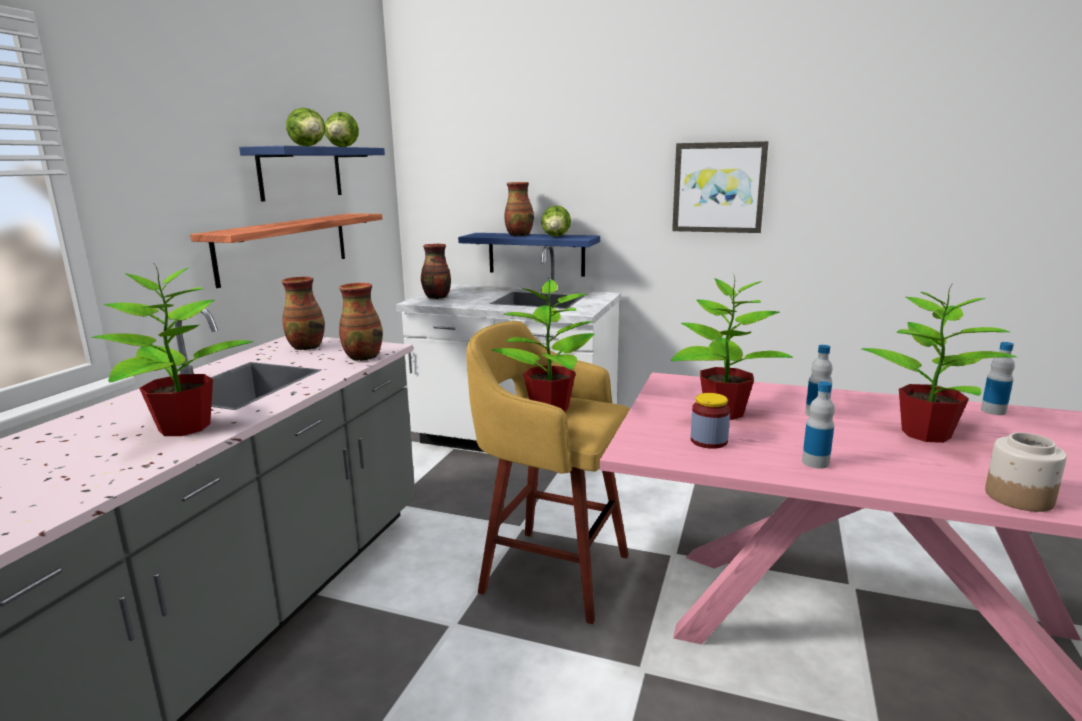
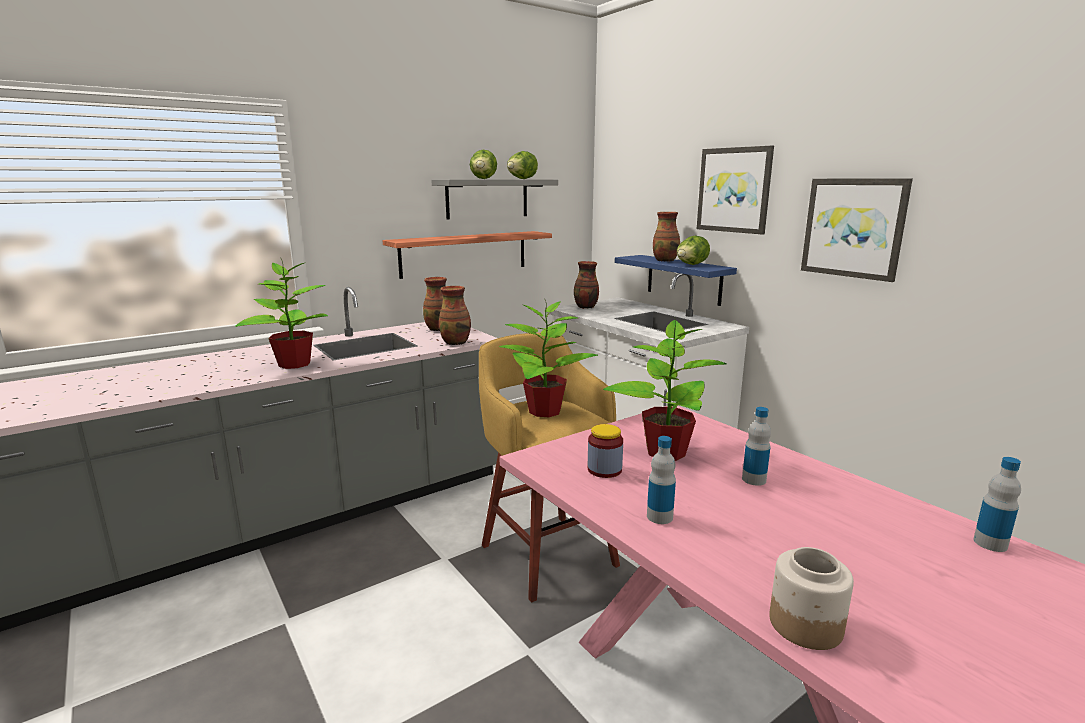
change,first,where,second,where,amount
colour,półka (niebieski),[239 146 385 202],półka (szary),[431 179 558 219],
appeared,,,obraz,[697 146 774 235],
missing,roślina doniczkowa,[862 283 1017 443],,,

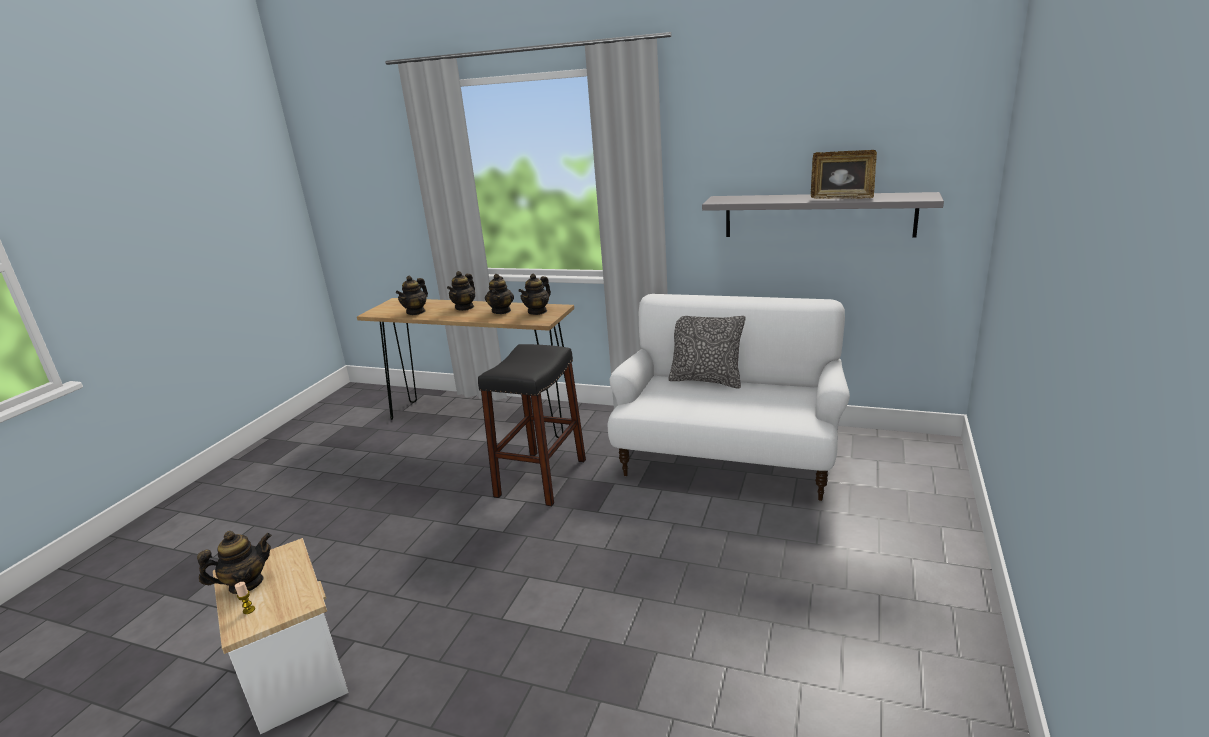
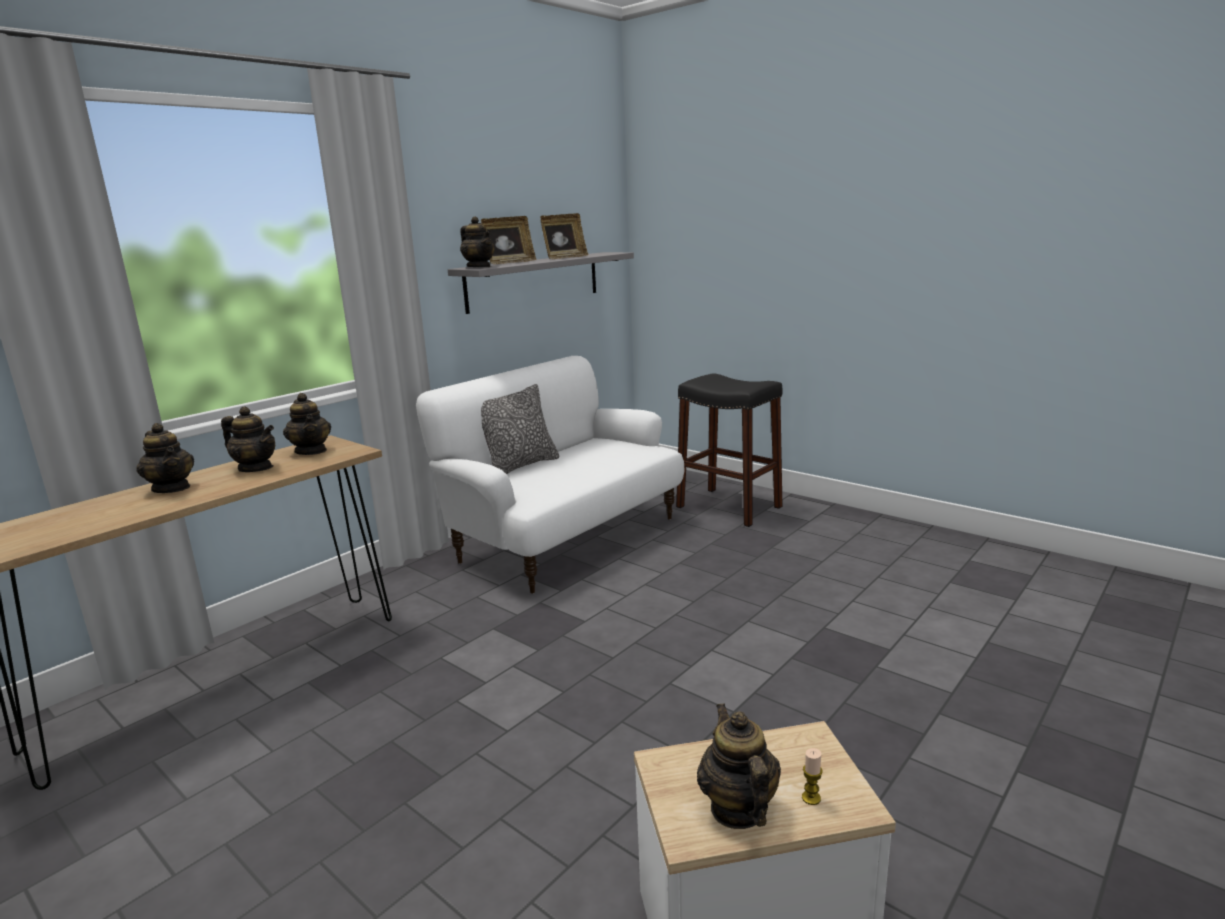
change,first,where,second,where,amount
relocated,imbryk,[396 276 428 315],,[460 216 494 267],
appeared,,,ramka na zdjęcie,[481 216 536 264],
relocated,stołek (czarny),[478 344 586 506],,[676 373 783 527],

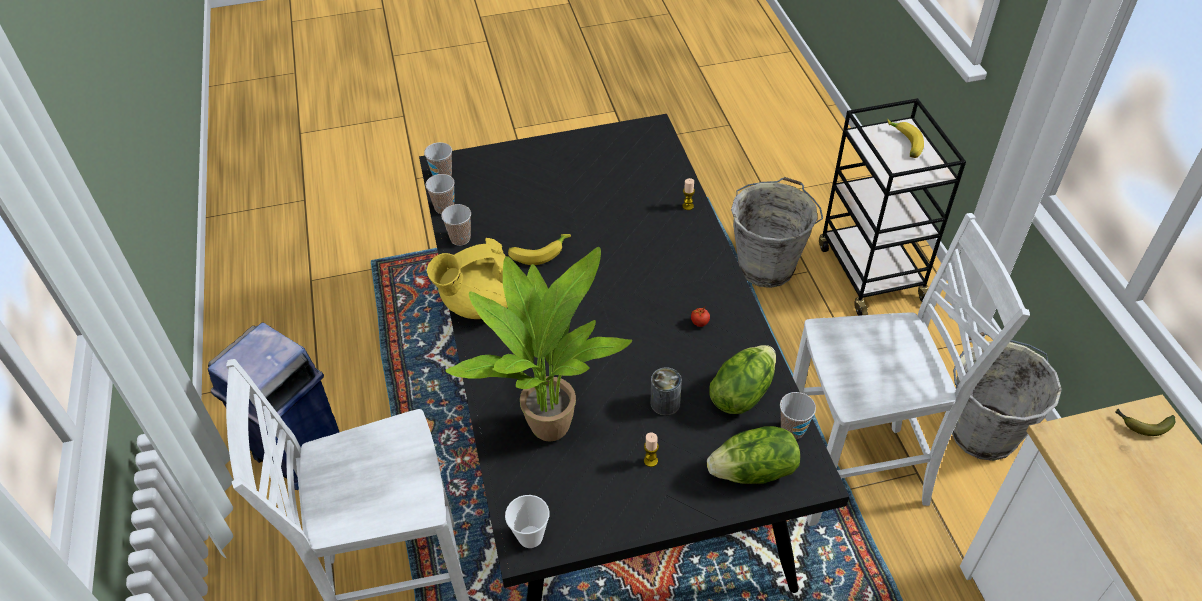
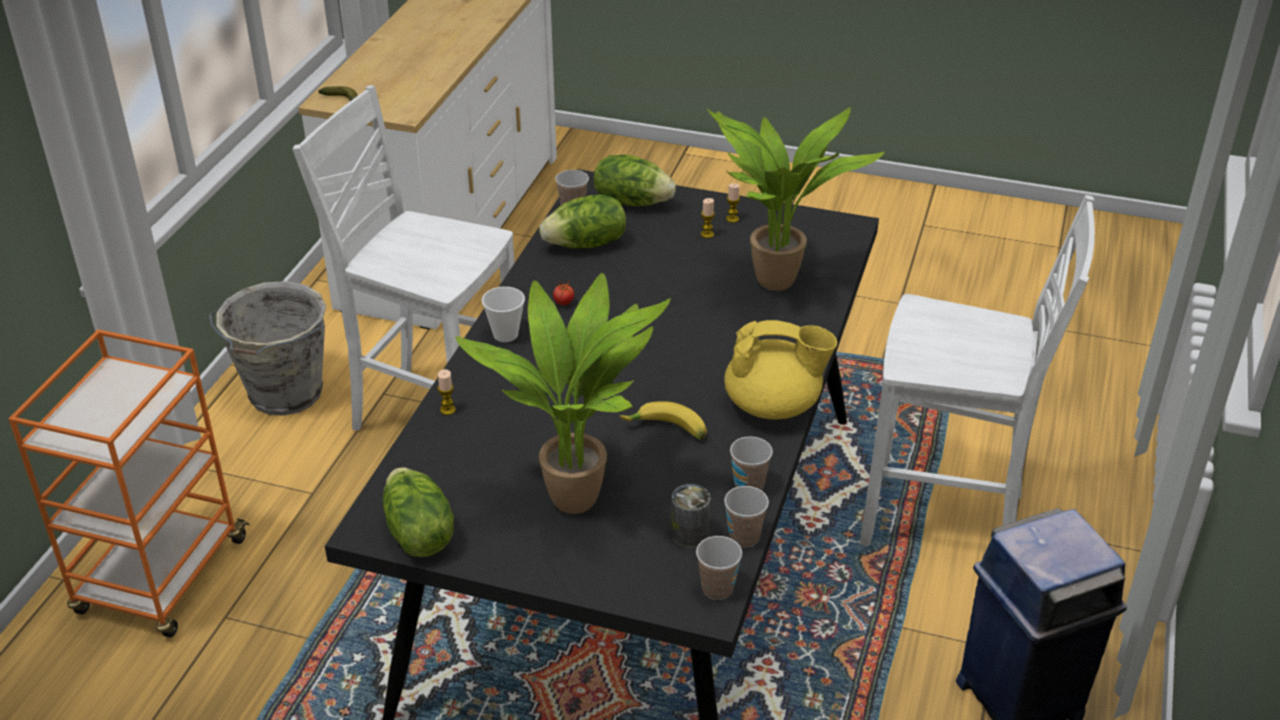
change,first,where,second,where,amount
colour,wózek (czarny),[819 98 966 316],wózek (pomarańczowy),[8 329 250 638],
appeared,,,sałata,[382 467 454 557],
appeared,,,roślina doniczkowa,[456 273 671 514],
relocated,filiżanka,[505 495 550 548],,[482 287 525 342],
relocated,puszka,[650 367 682 416],,[671 484 710 548],
appeared,,,świeca,[726 183 740 223],
missing,wiadro (szary),[731 177 823 288],,,
missing,banan,[887 119 924 158],,,

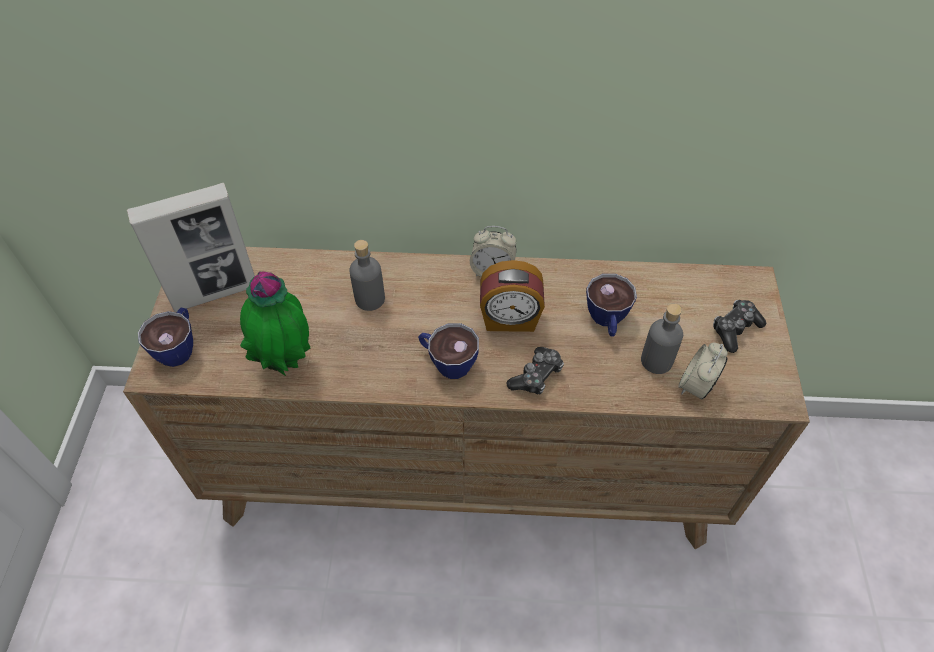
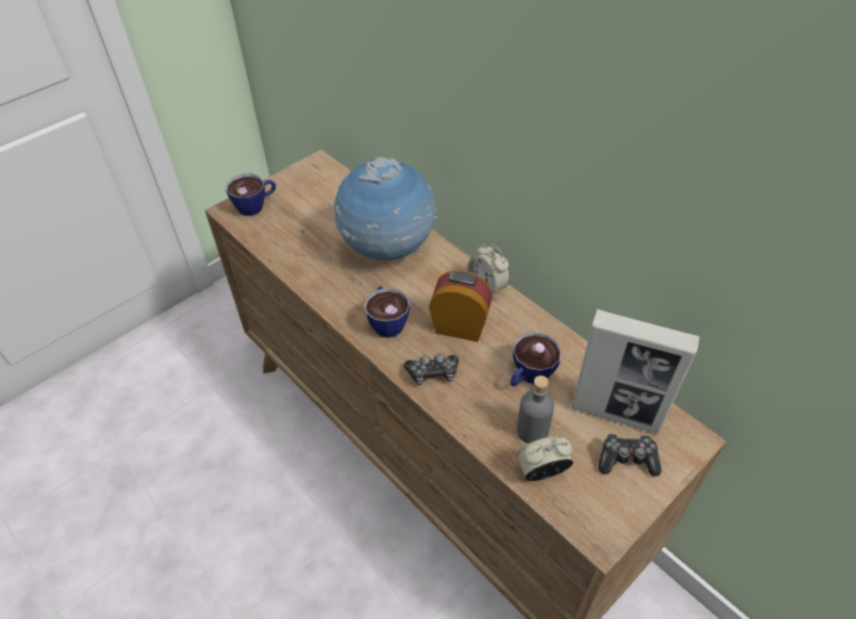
change,first,where,second,where,amount
exchanged,butelka (szary),[349 240 385 311],globus,[334 157 438 260],
spun,budzik,[480 260 545 332],,[429 270 493 342],150 degrees clockwise
relocated,ramka na zdjęcie,[127 183 255 312],,[571 309 699 434],
missing,roślina doniczkowa,[240 271 310 376],,,

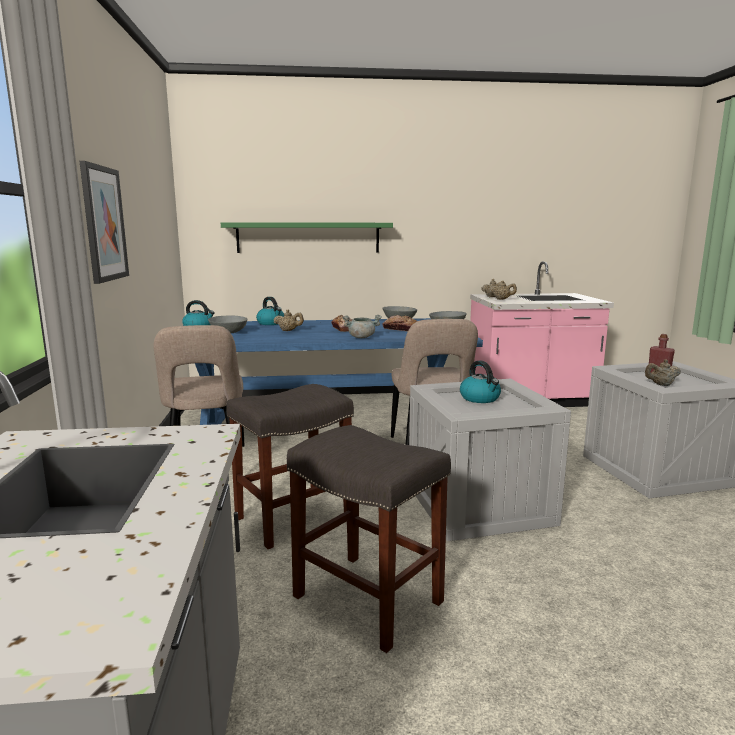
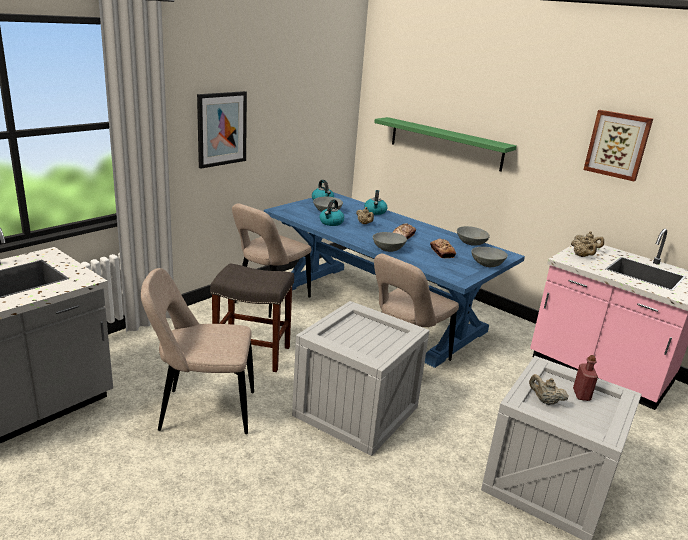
change,first,where,second,where,amount
exchanged,stołek (szary),[287 425 451 653],krzesło (beżowy),[141 268 254 434],
relocated,czajnik,[460 360 501 403],,[320 199 344 226],
exchanged,garnek (szary),[343 315 382 338],miska (szary),[373 232 407 252],
appeared,,,obraz,[583 110 653 181],

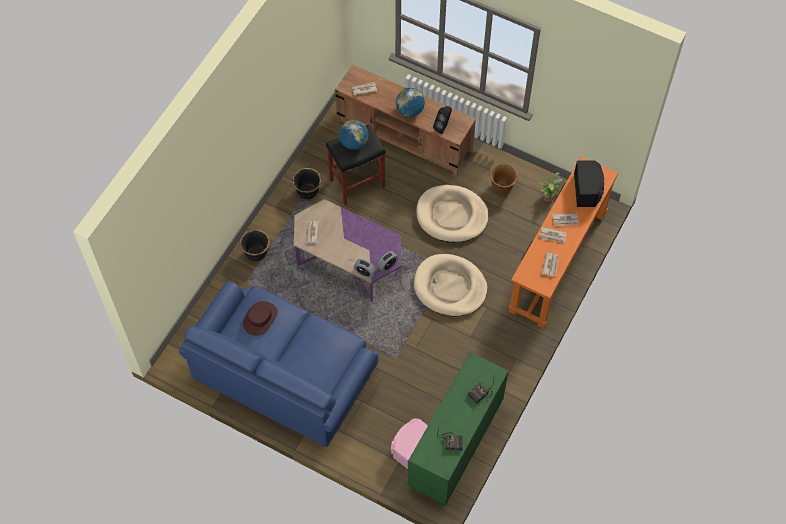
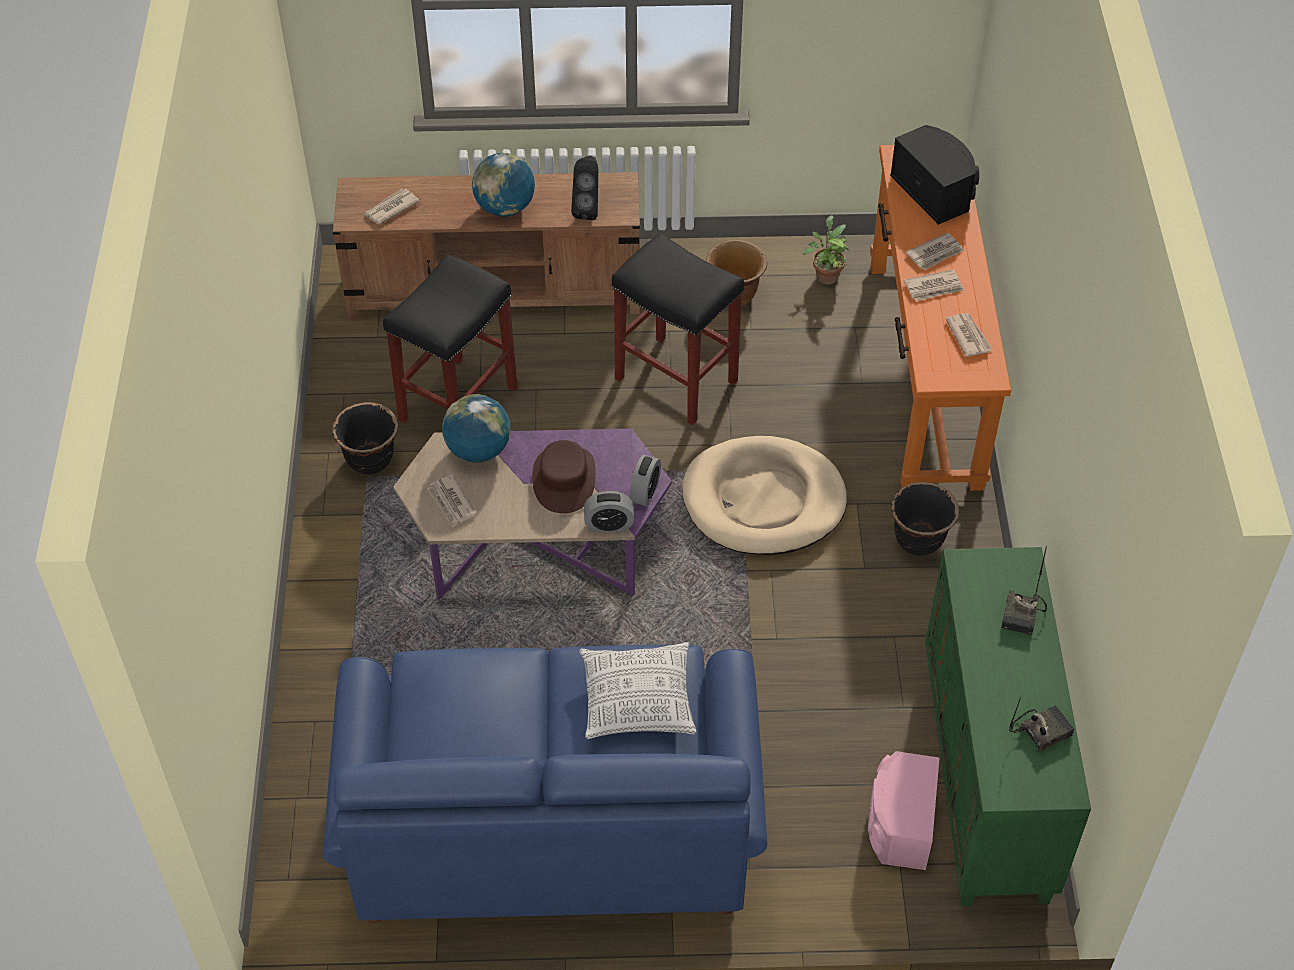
change,first,where,second,where,amount
relocated,globus,[339 120 369 150],,[442 394 510 463],
relocated,kapelusz (brązowy),[243 301 278 336],,[532 440 596 513],
appeared,,,poduszka,[579 642 696 739],
exchanged,legowisko (beżowy),[416 185 489 243],stołek (czarny),[612 233 744 425],
relocated,donica (czarny),[240 230 270 261],,[891 482 959 556],

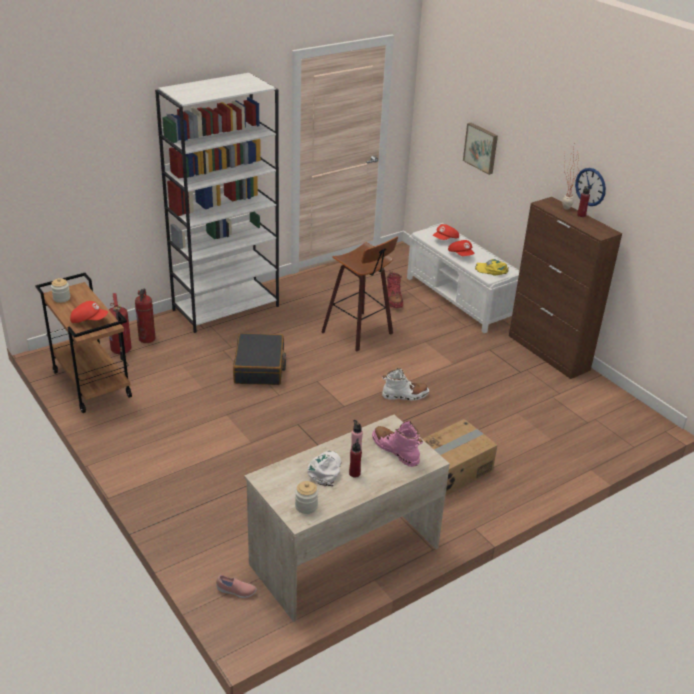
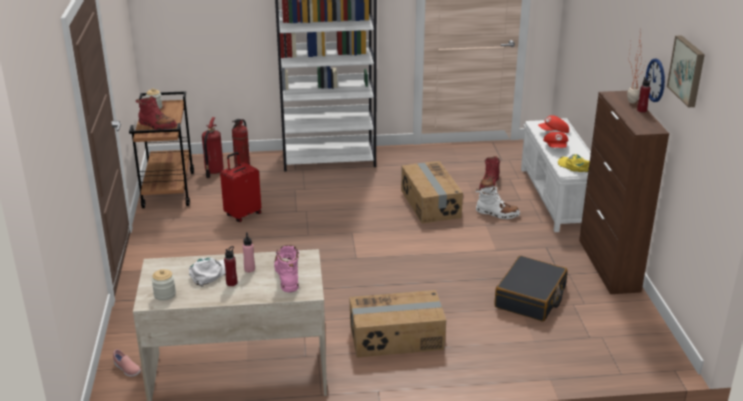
change,first,where,second,where,amount
exchanged,czapka z daszkiem (czerwony),[70 301 108 323],but z cholewką (czerwony),[135 96 177 130],
appeared,,,walizka (czerwony),[220 152 261 222],
exchanged,stołek,[321 237 398 352],karton,[401 161 463 223],
relocated,but z cholewką (biały),[382 368 429 400],,[476 186 520 219],
relocated,walizka (czarny),[233 333 286 385],,[494 256 568 322],
relocated,obraz,[463 123 498 175],,[667 35 705 107],

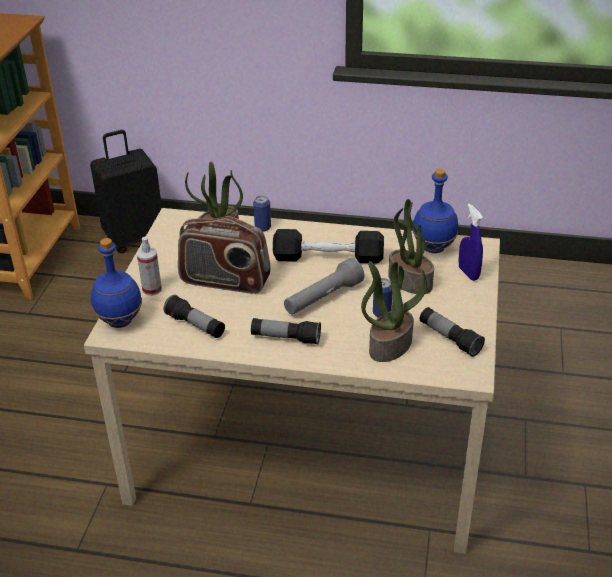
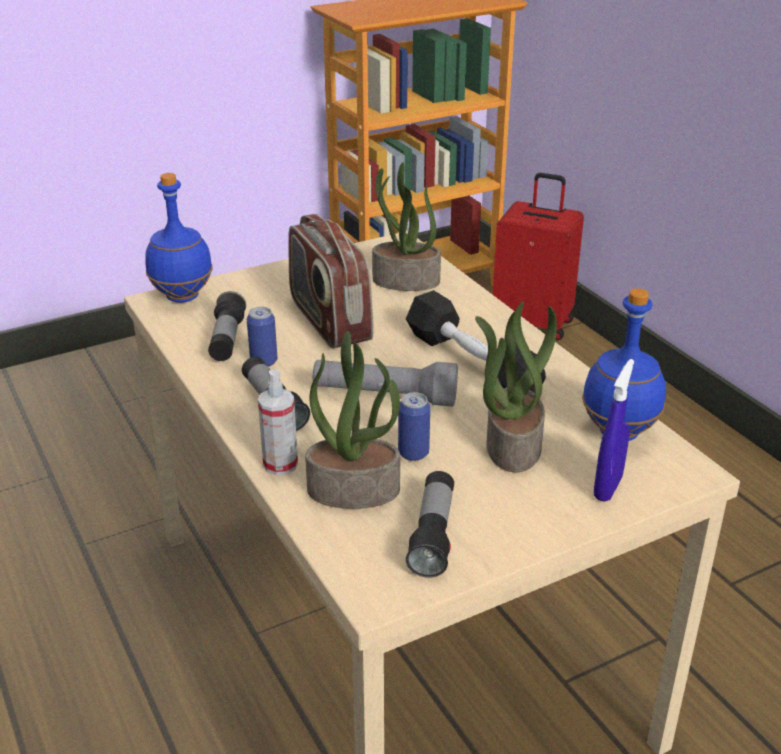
change,first,where,second,where,amount
relocated,puszka,[253 195 271 232],,[247 306 277 367],
relocated,spryskiwacz,[137 237 162 296],,[258 369 298 475],
colour,walizka (czarny),[90 130 162 253],walizka (czerwony),[493 173 584 340],

